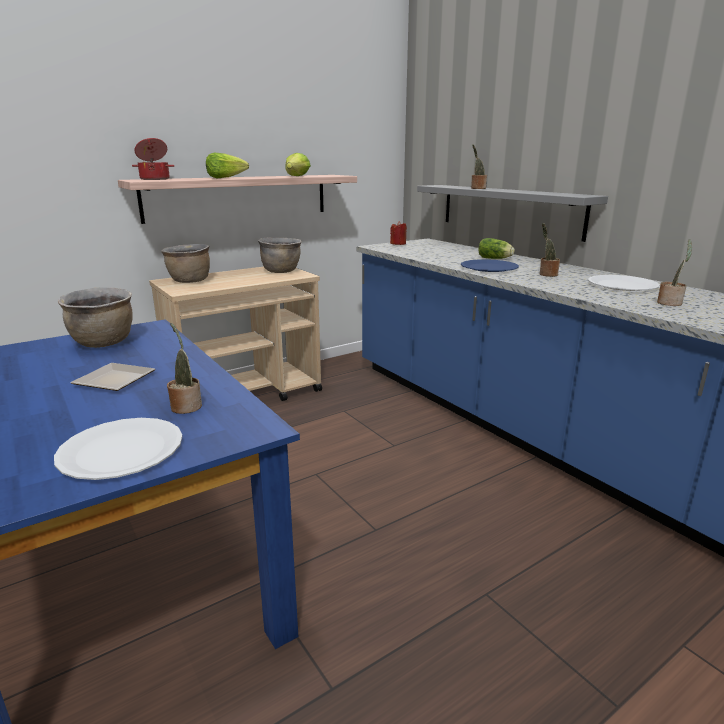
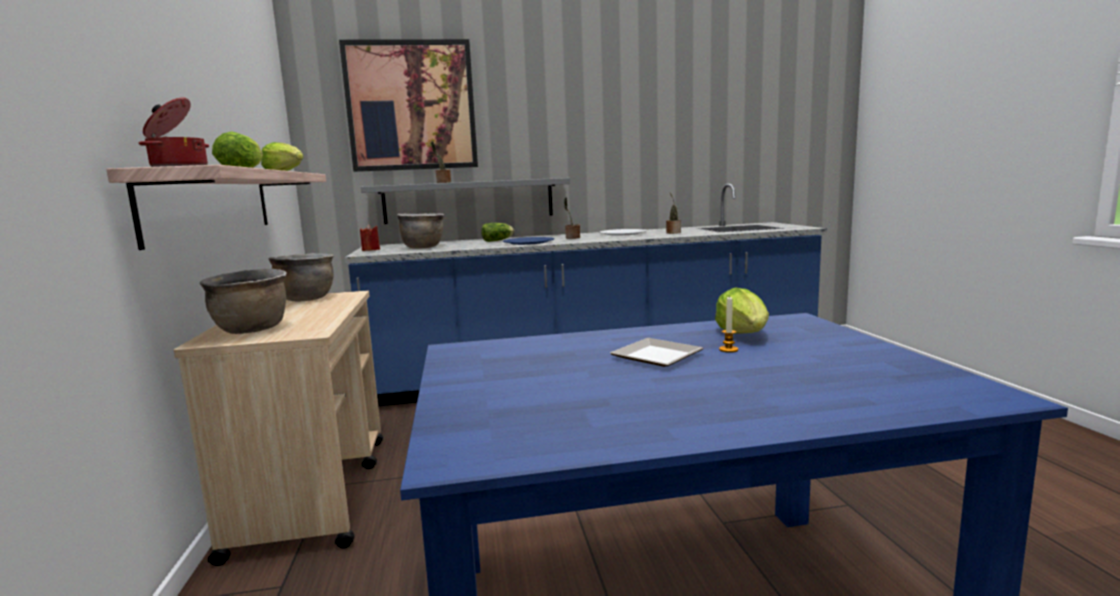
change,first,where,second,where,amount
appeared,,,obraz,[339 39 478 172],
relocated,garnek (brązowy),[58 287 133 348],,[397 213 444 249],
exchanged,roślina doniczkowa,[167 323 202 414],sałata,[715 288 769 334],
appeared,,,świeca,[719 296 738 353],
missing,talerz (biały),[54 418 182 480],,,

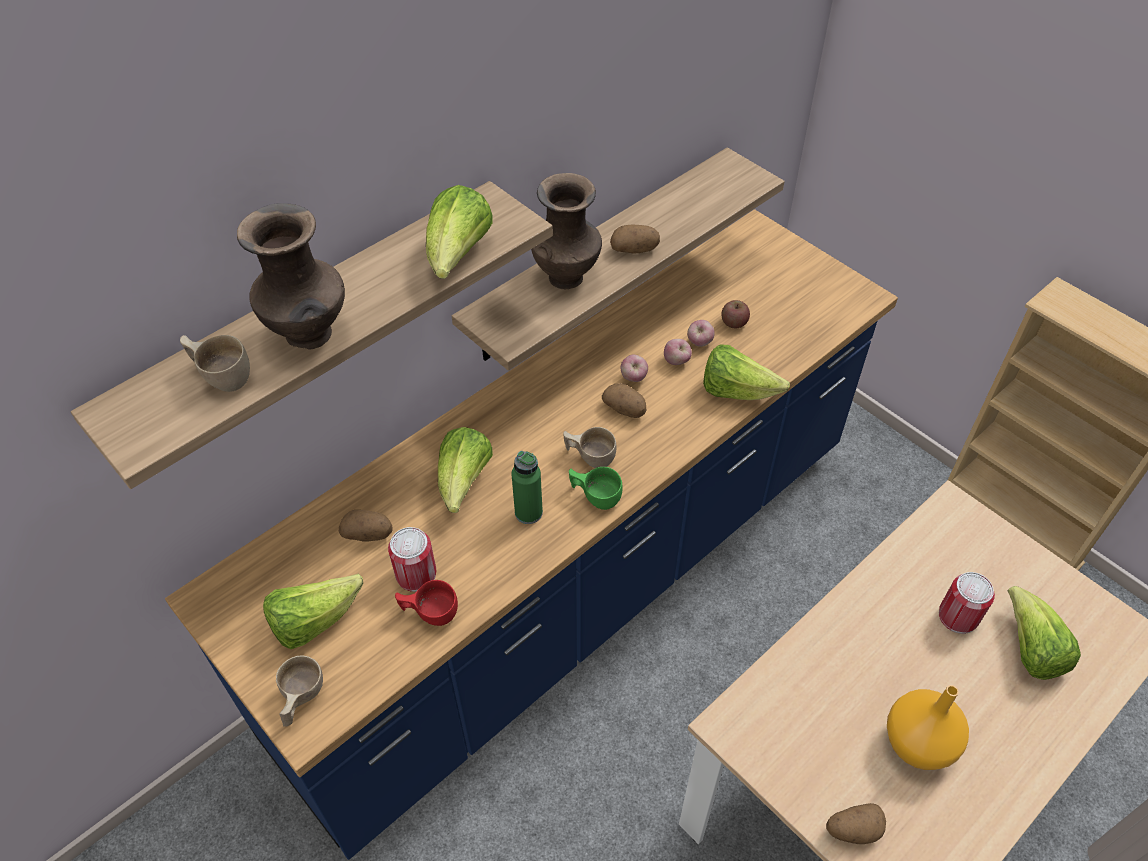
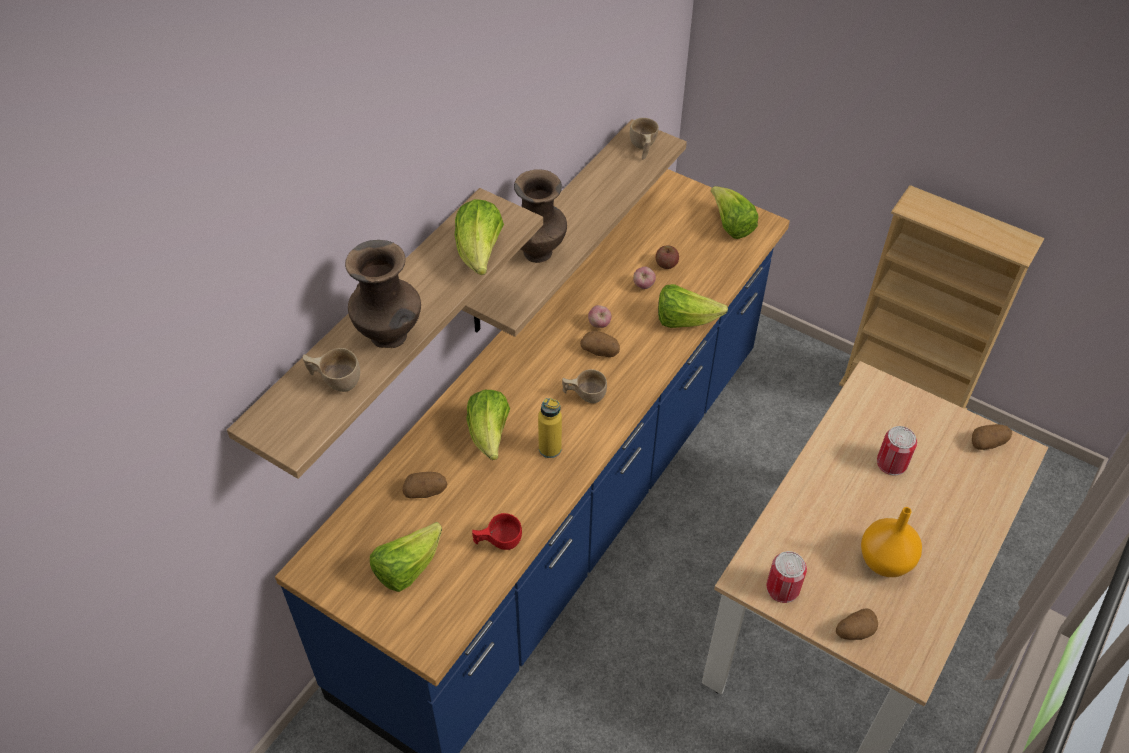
change,first,where,second,where,amount
colour,butelka (zielony),[512 451 543 524],butelka (żółty),[538 398 562 458],
relocated,filiżanka (beżowy),[276 655 323 727],,[630 118 659 160],
relocated,sałata,[1008 586 1081 680],,[711 186 758 239],
relocated,puszka,[388 527 436 592],,[767 551 807 603],
relocated,ziemniak,[610 225 660 254],,[972 424 1012 450],
missing,filiżanka (zielony),[569 467 623 510],,,
missing,jabłko,[664 339 692 365],,,

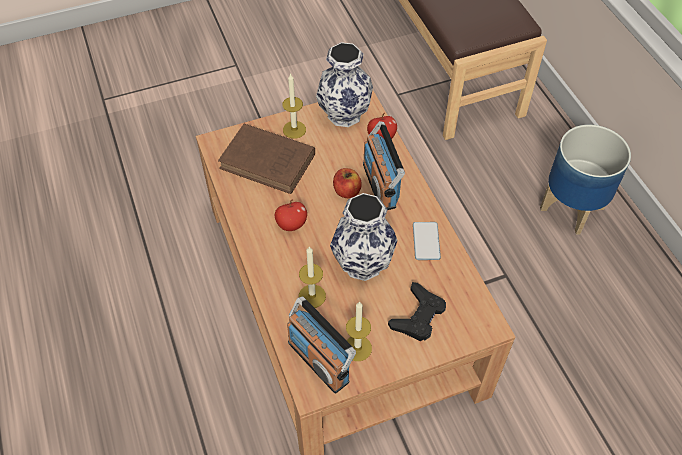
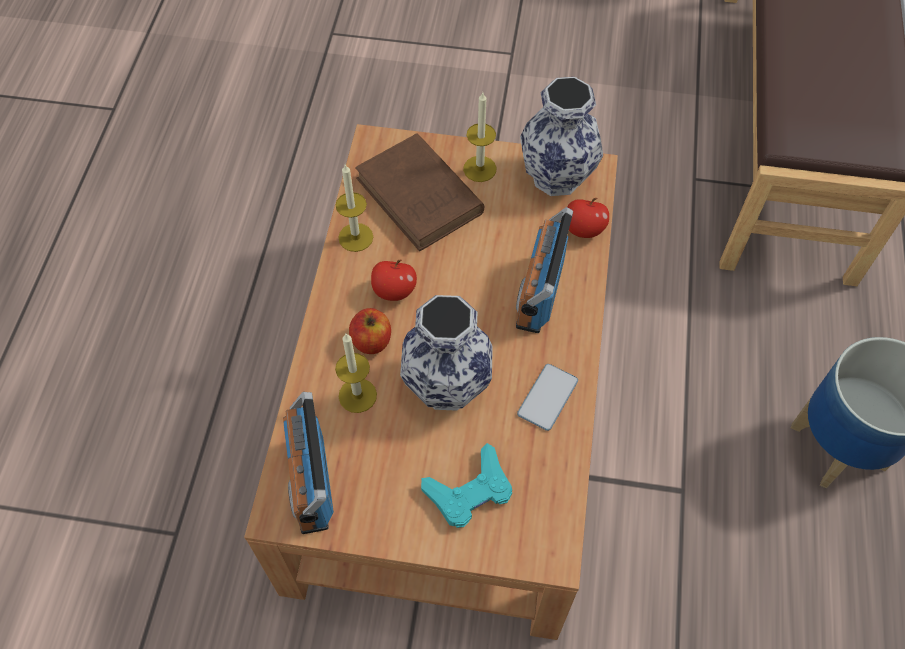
change,first,where,second,where,amount
relocated,świeca,[346 301 372 361],,[336 165 373 252],
relocated,jabłko,[333 168 362 198],,[349 308 391 354],
colour,pad do gier (czarny),[388 282 446 341],pad do gier (turkusowy),[421 443 512 528],

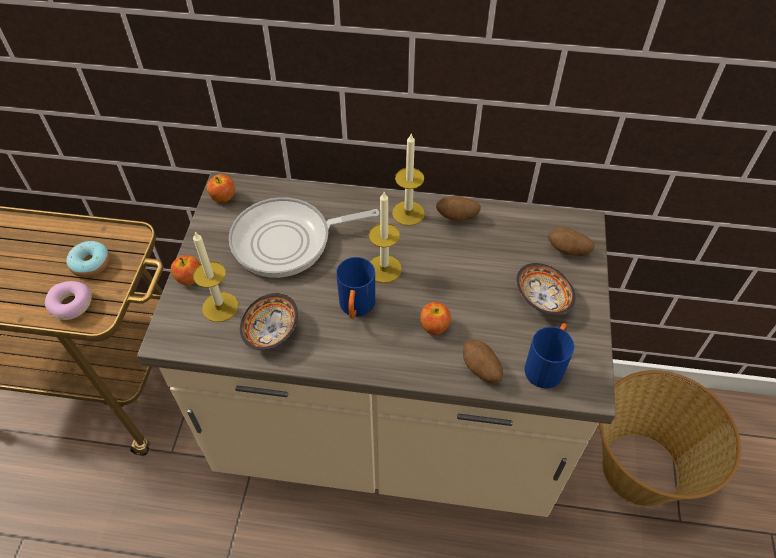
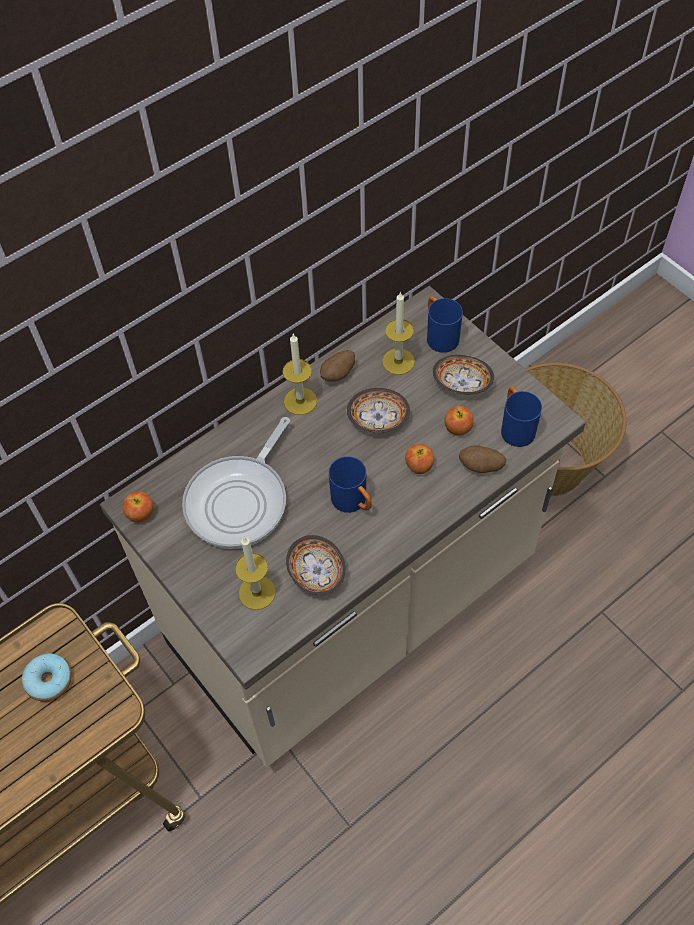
change,first,where,second,where,amount
appeared,,,miska,[347 388 410 433],
relocated,świeca,[369 192 402 283],,[382 291 415 375],
exchanged,ziemniak,[548 228 595 256],kubek (niebieski),[427 296 463 353],
relocated,jabłko,[171 255 200 286],,[444 406 474 435],
missing,donut,[45 281 92 320],,,

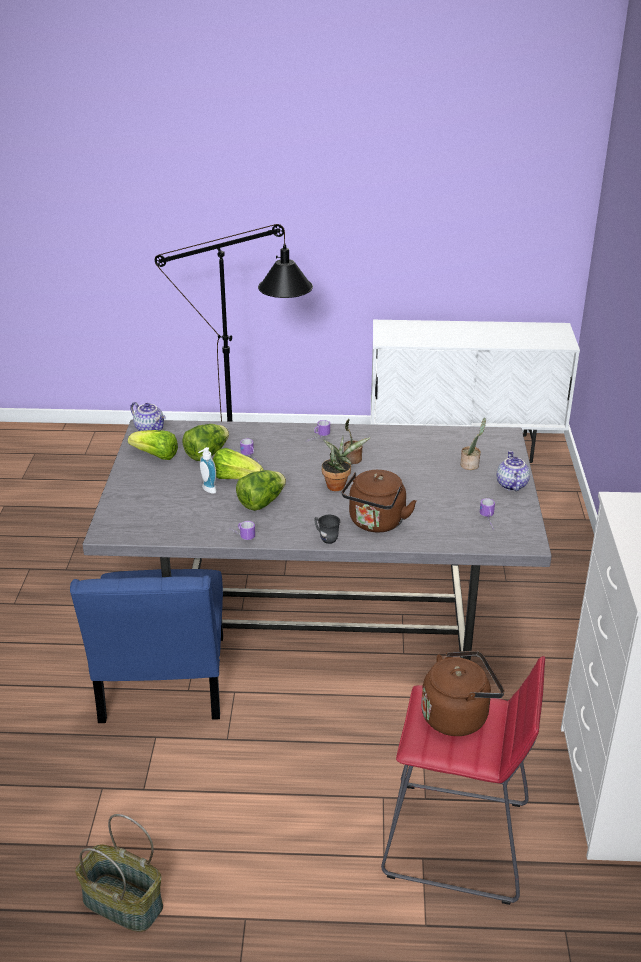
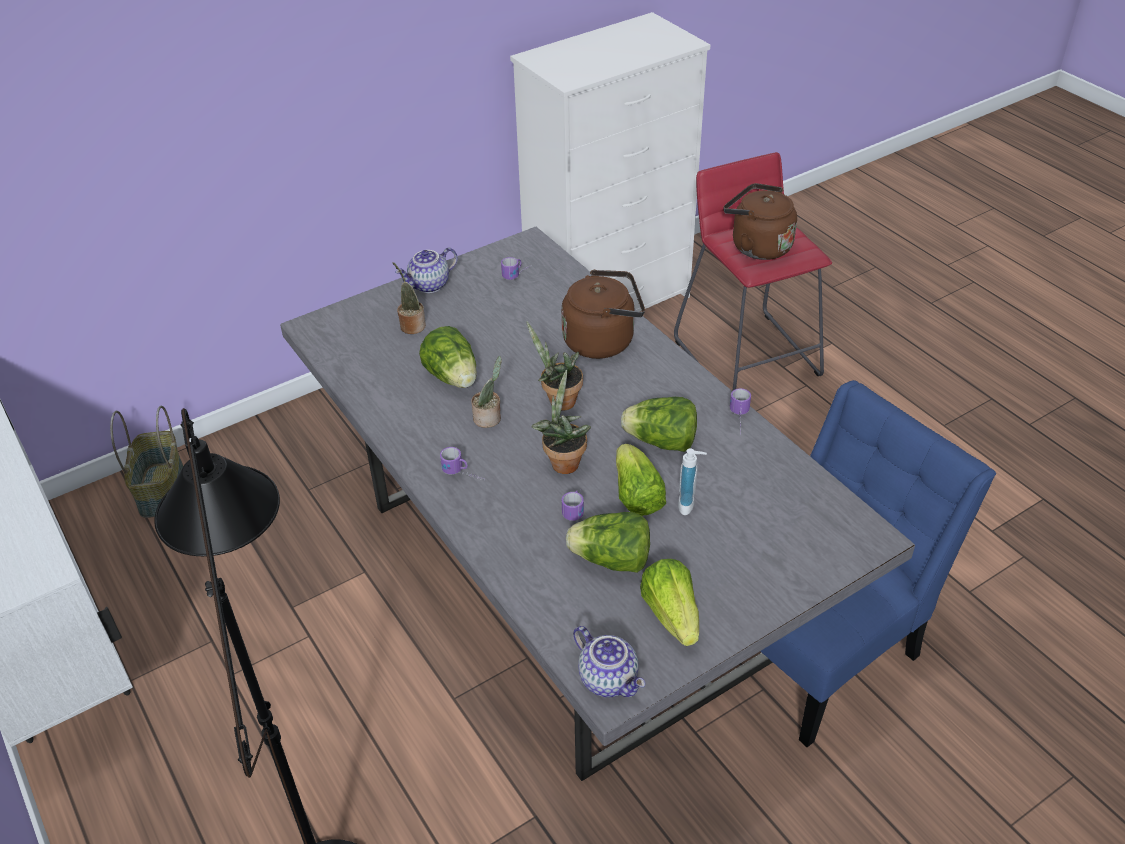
change,first,where,second,where,amount
relocated,koszyk,[75 814 163 932],,[110 406 183 518],
appeared,,,sałata,[419 326 477 388],
appeared,,,roślina doniczkowa,[532 370 591 474],
spun,imbryk,[130 402 166 431],,[573 626 645 697],135 degrees clockwise
missing,kubek (szary),[314 515 340 544],,,

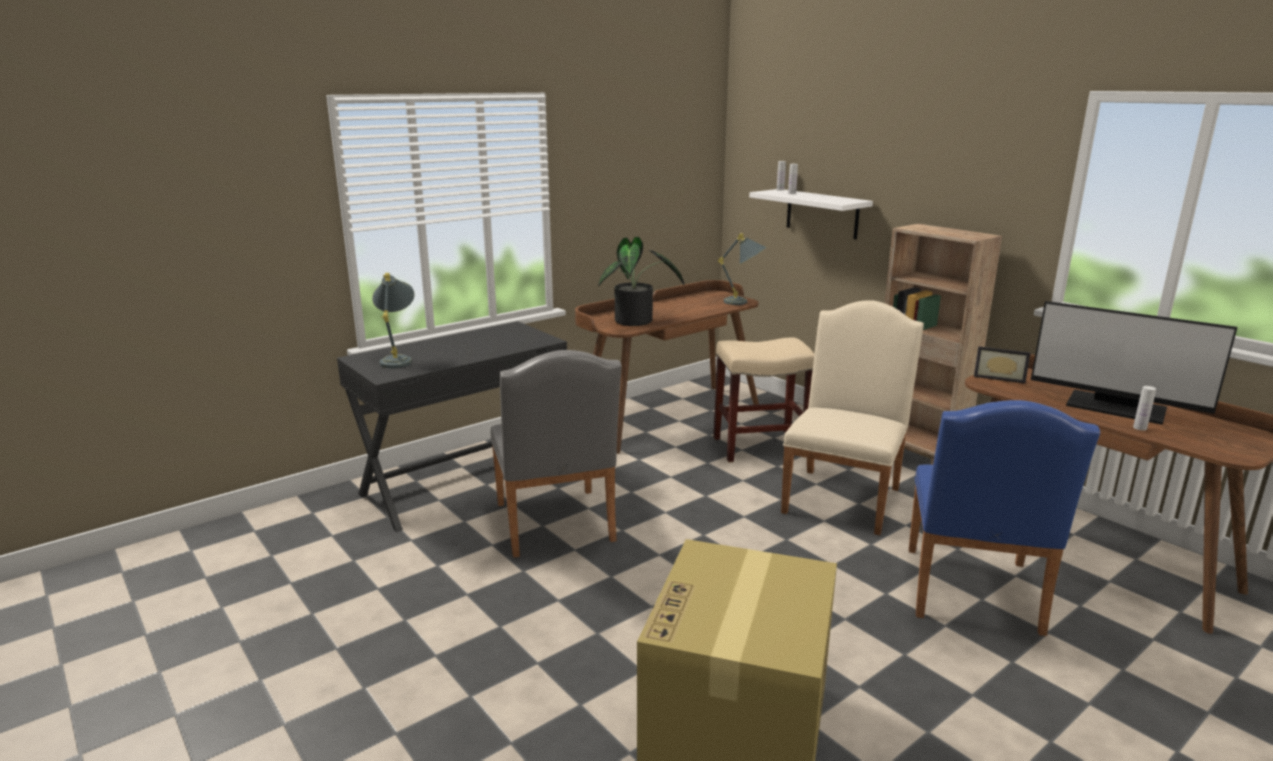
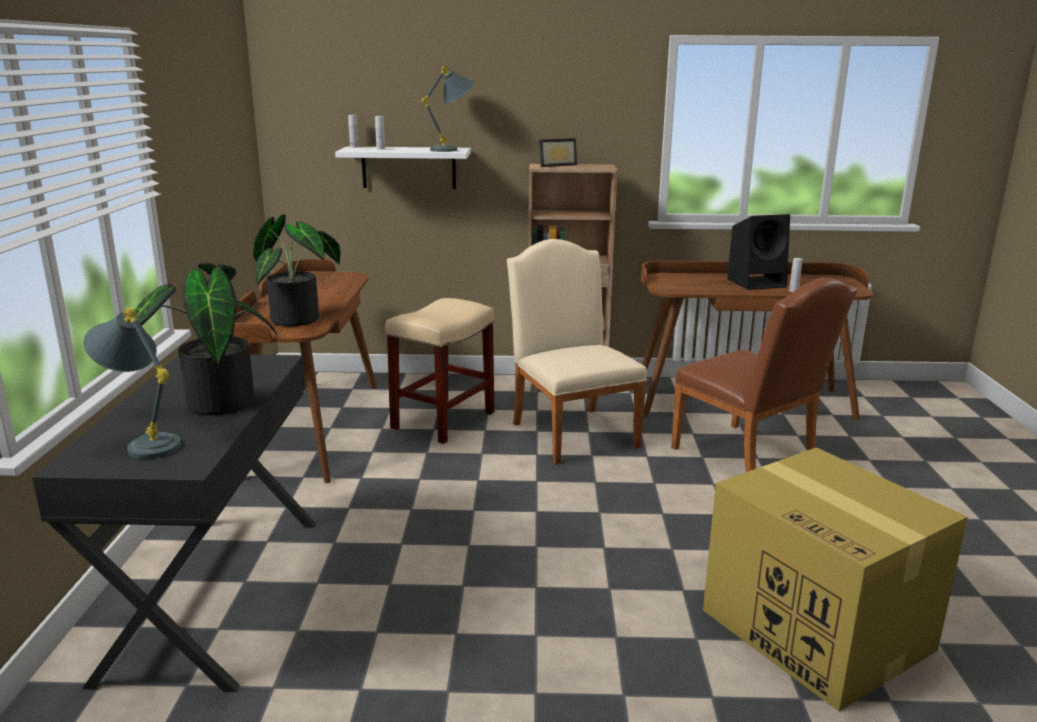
change,first,where,second,where,amount
appeared,,,roślina doniczkowa,[135 262 277 415],
relocated,lampa stołowa (szary),[718 233 767 305],,[422 66 474 152],
relocated,ramka na zdjęcie,[974 346 1031 384],,[539 138 577 167],
colour,krzesło (niebieski),[909 400 1100 636],krzesło (brązowy),[671 277 858 472],
exchanged,monitor,[1031 301 1237 425],głośnik (czarny),[727 214 790 290],
missing,krzesło (szary),[490 350 622 558],,,

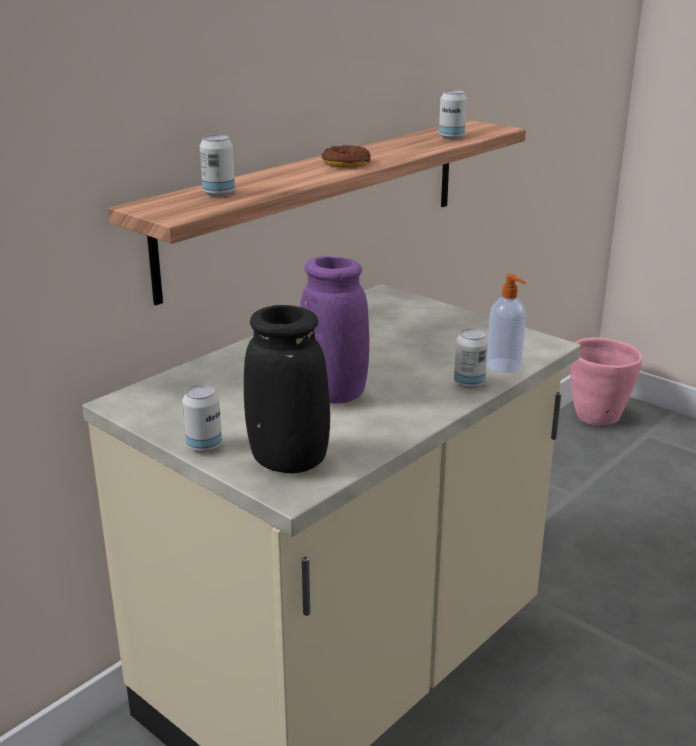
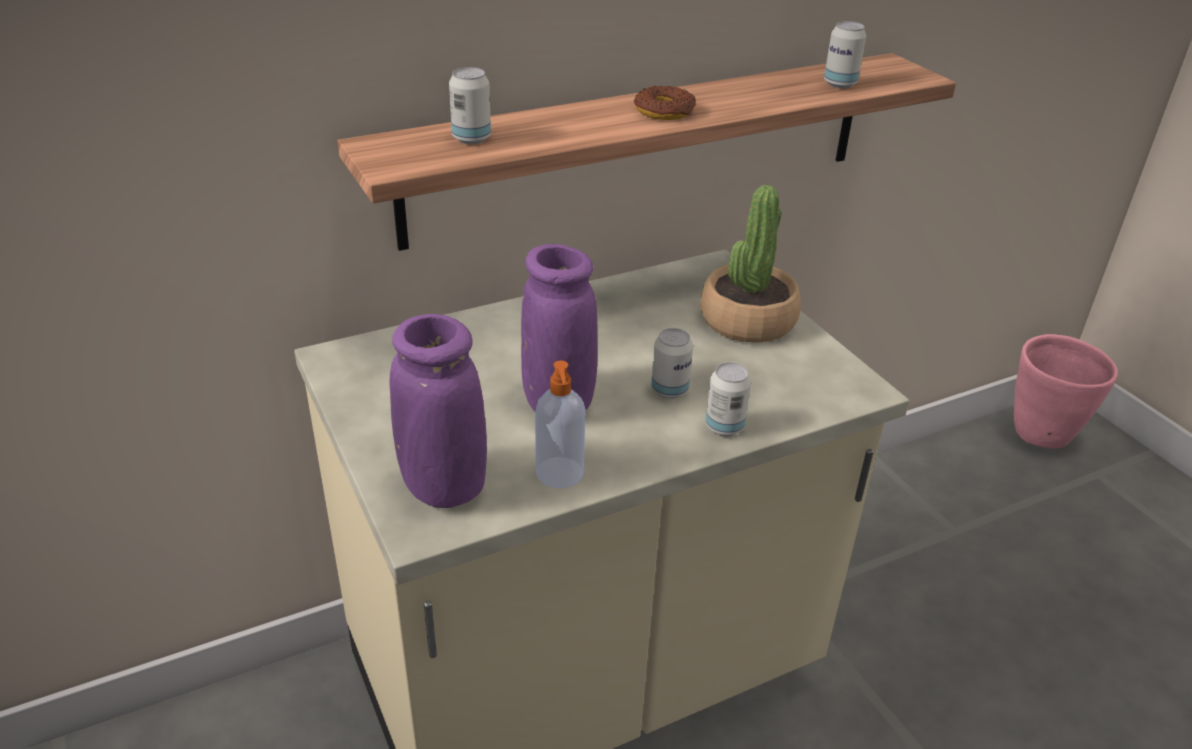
change,first,where,second,where,amount
colour,wazon (czarny),[244 305 330 473],wazon (fioletowy),[390 314 487 508],
relocated,dozownik mydła,[487 274 526 373],,[535 360 586 488],
relocated,puszka,[182 385 222 453],,[651 328 693 399],
appeared,,,roślina doniczkowa,[700 185 801 343],

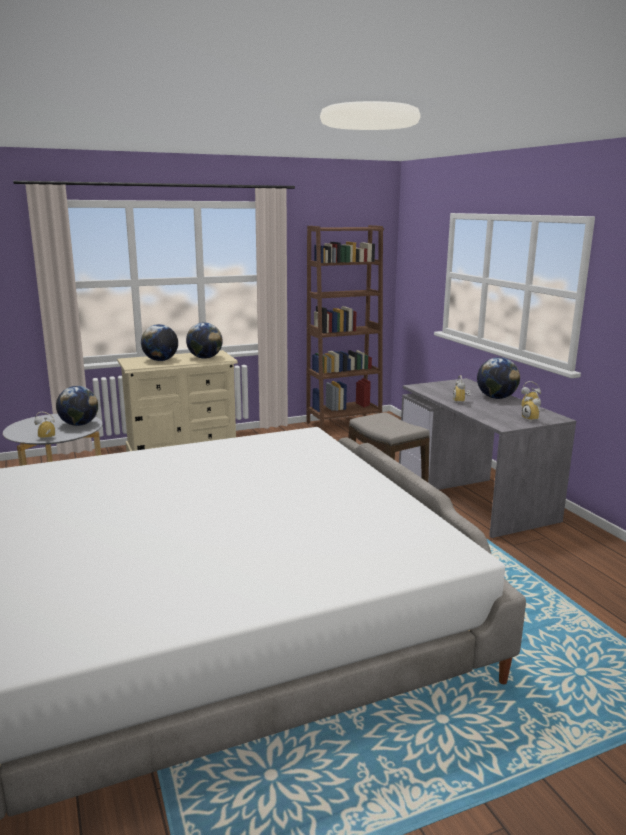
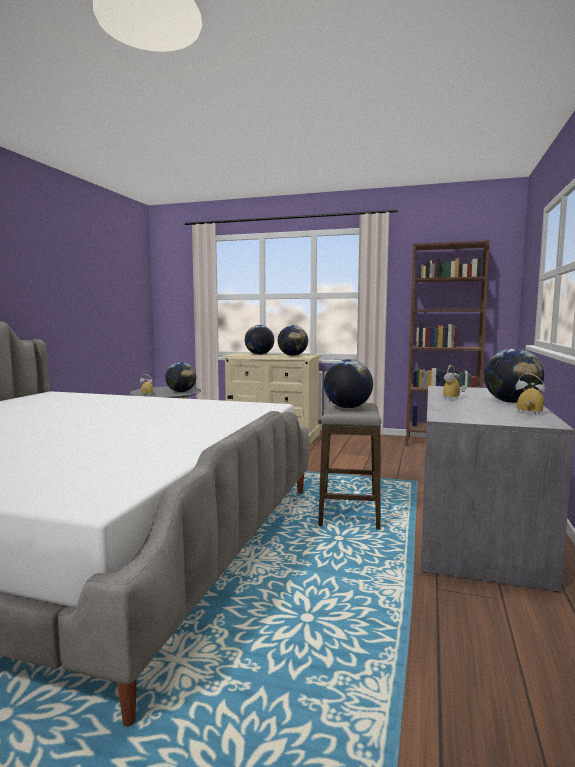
change,first,where,second,where,amount
appeared,,,globus,[324 359 373 408],
missing,budzik,[522 391 541 421],,,

